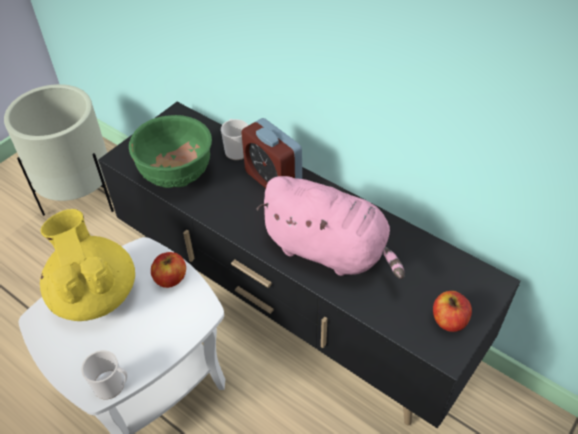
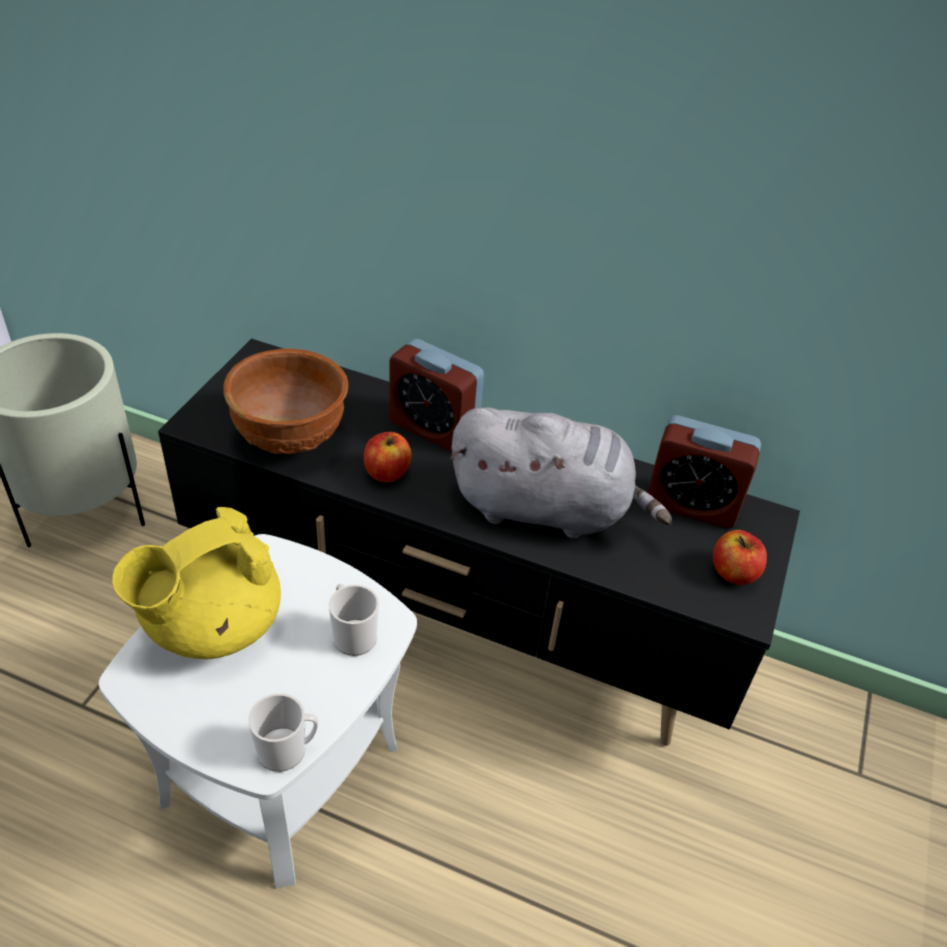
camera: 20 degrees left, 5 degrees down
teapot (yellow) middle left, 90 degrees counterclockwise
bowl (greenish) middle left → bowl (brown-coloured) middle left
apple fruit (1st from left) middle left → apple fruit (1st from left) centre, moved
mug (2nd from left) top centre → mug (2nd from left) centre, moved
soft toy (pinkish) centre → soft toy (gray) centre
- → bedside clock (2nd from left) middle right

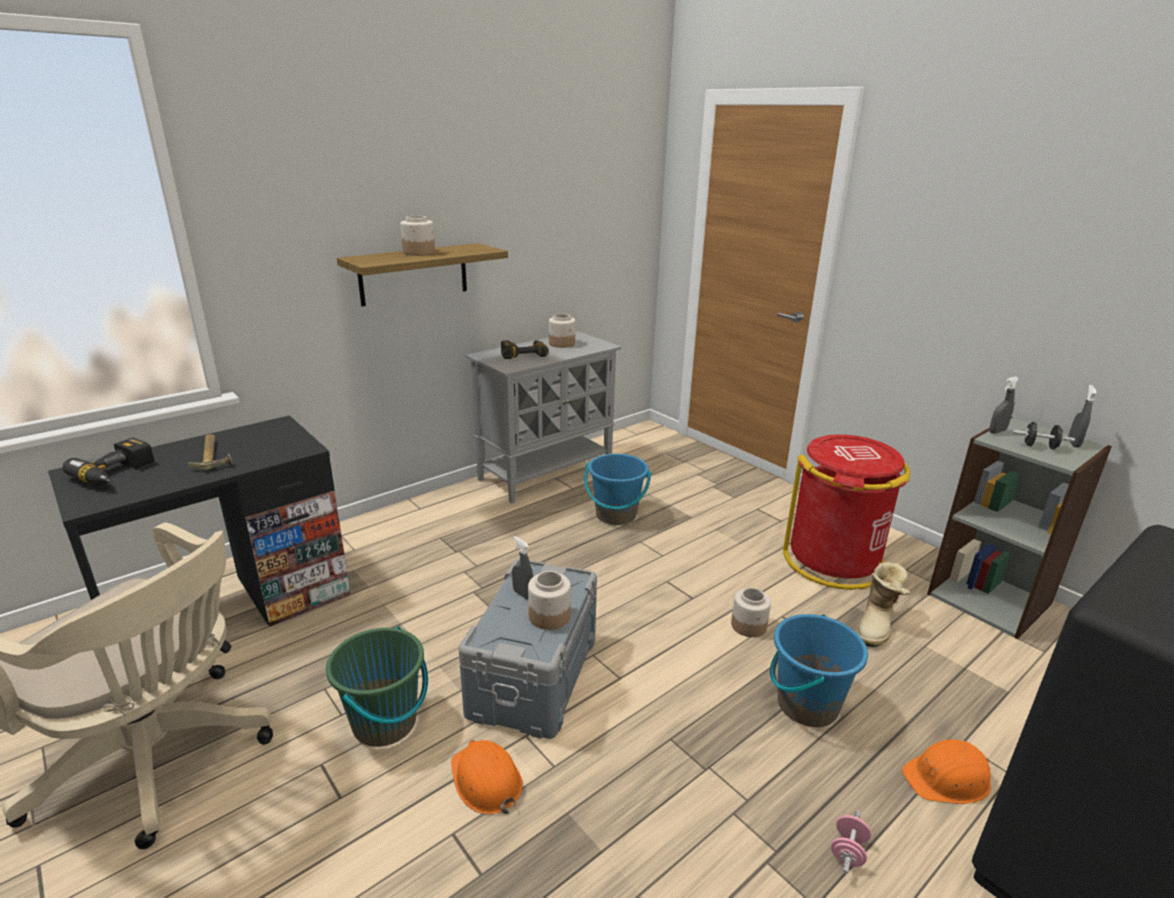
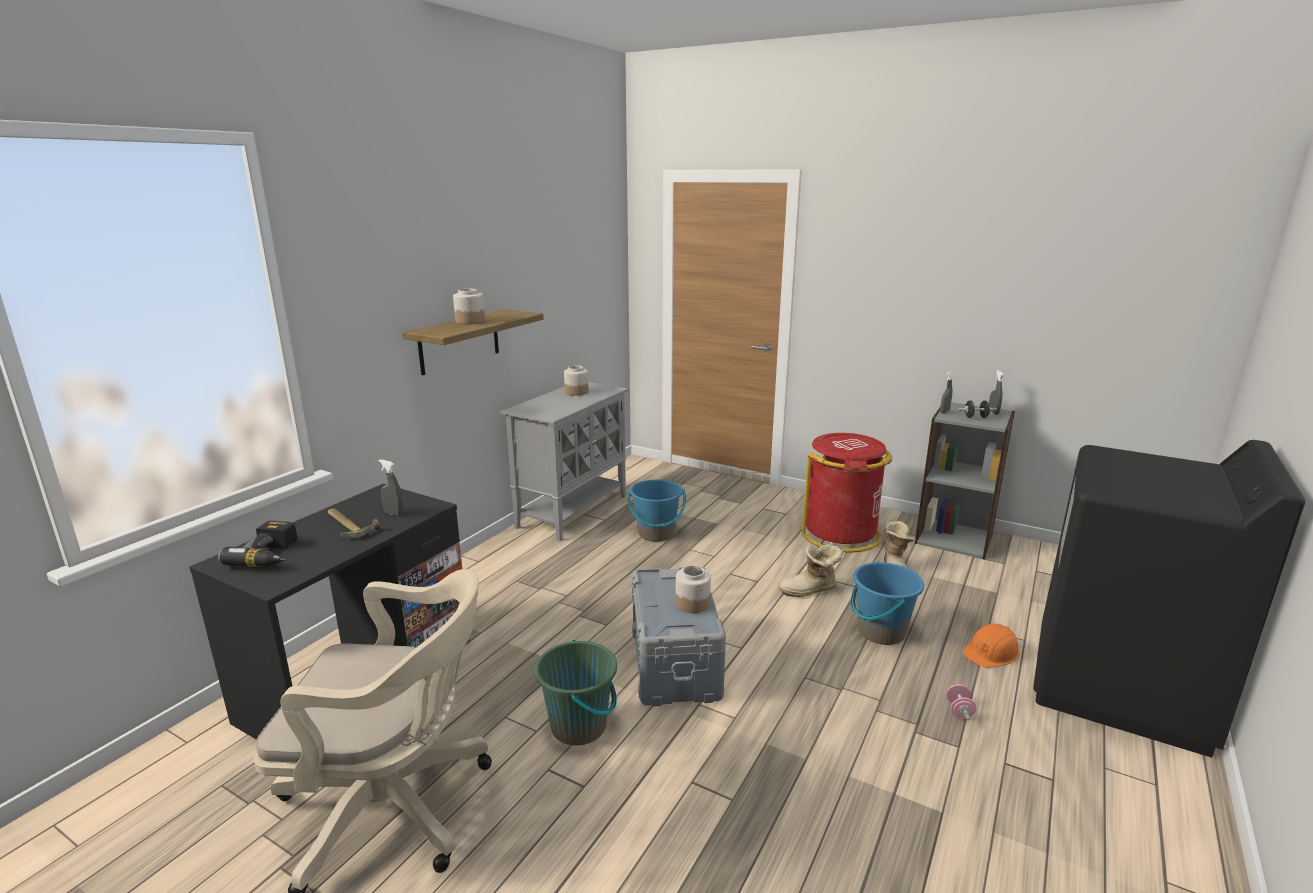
camera: 20 degrees left, 5 degrees down
safety helmet (orange-coloured) (1st from left) bottom centre → -
power drill (2nd from left) centre → -
sprayer (gray) (1st from left) centre → sprayer (gray) (1st from left) middle left, moved
storage jar (4th from left) bottom centre → high-top boot (1st from left) centre

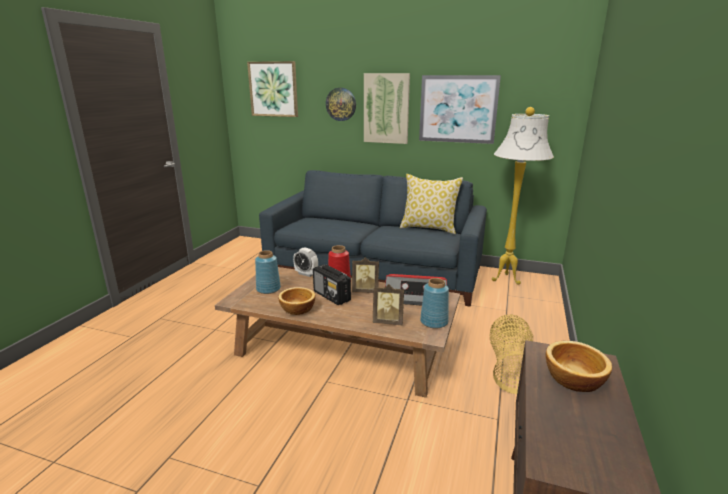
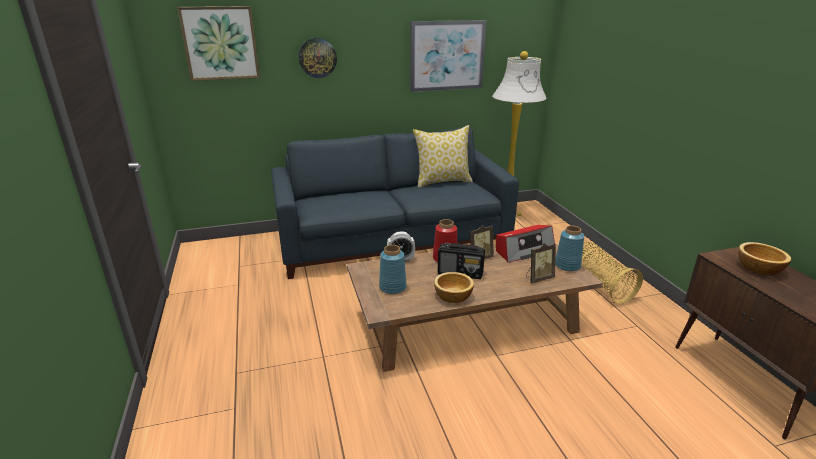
camera: 35 degrees left, 5 degrees up
wall picture (2nd from left) top centre → -

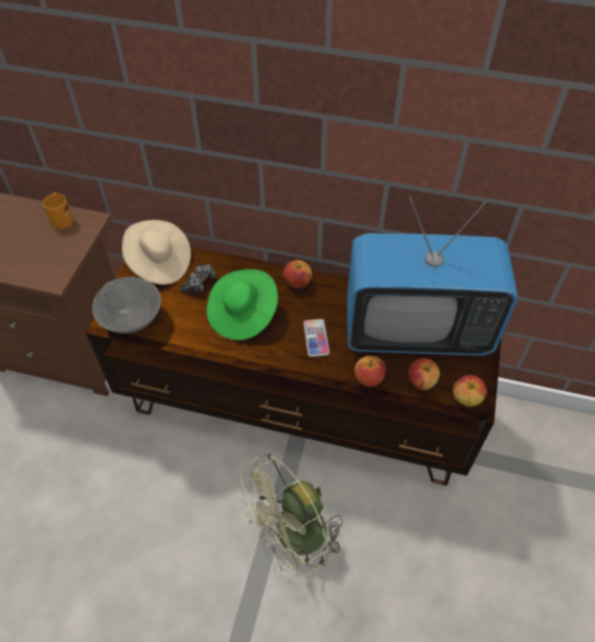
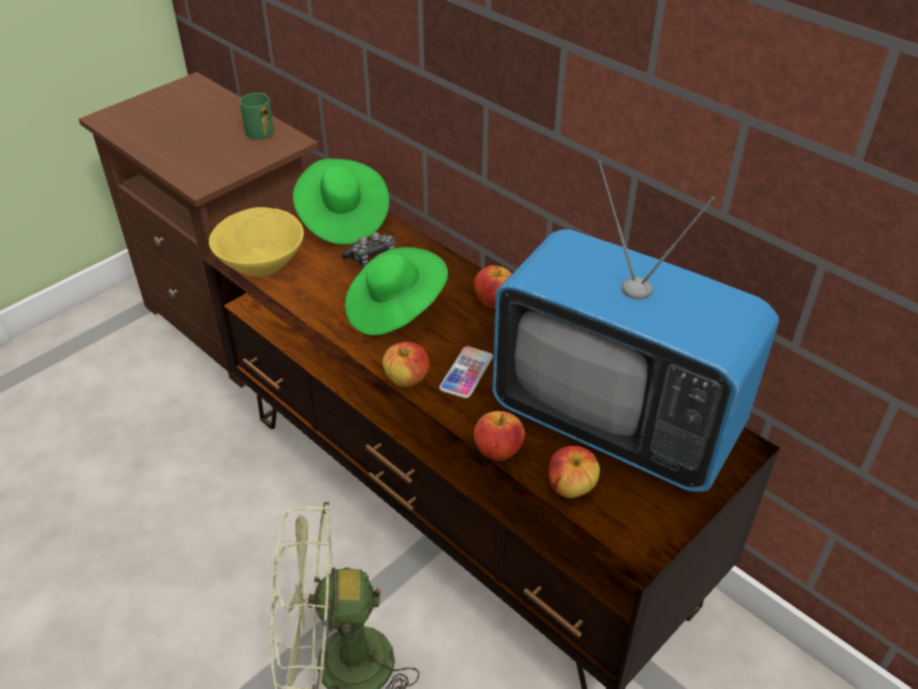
camera: 30 degrees right, 10 degrees down
mug (orange-coloured) top left → mug (greenish) top left
bowl (gray) middle left → bowl (yellow) middle left
hat (beige) middle left → hat (greenish) (1st from left) top centre
apple fruit (4th from left in the first image) middle right → apple fruit (1st from left) centre, moved

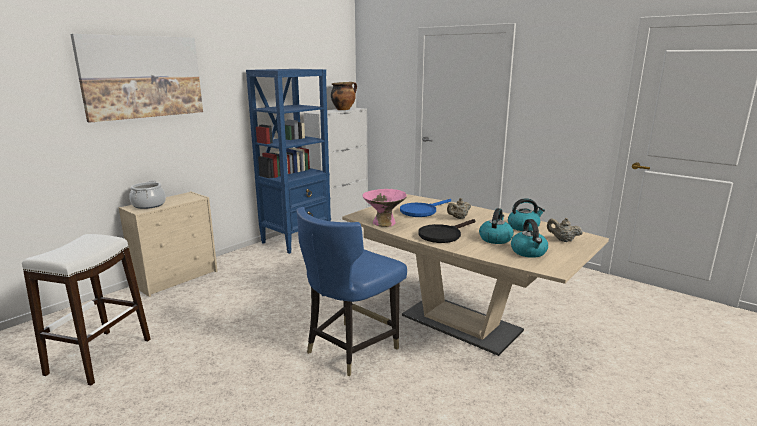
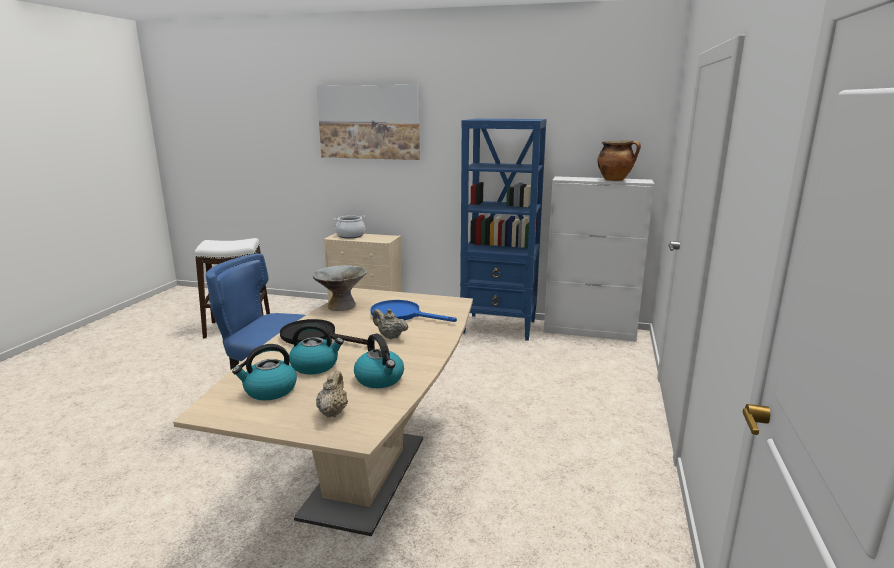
camera: 65 degrees right, 0 degrees up
bowl (pinkish) centre → bowl (gray) centre

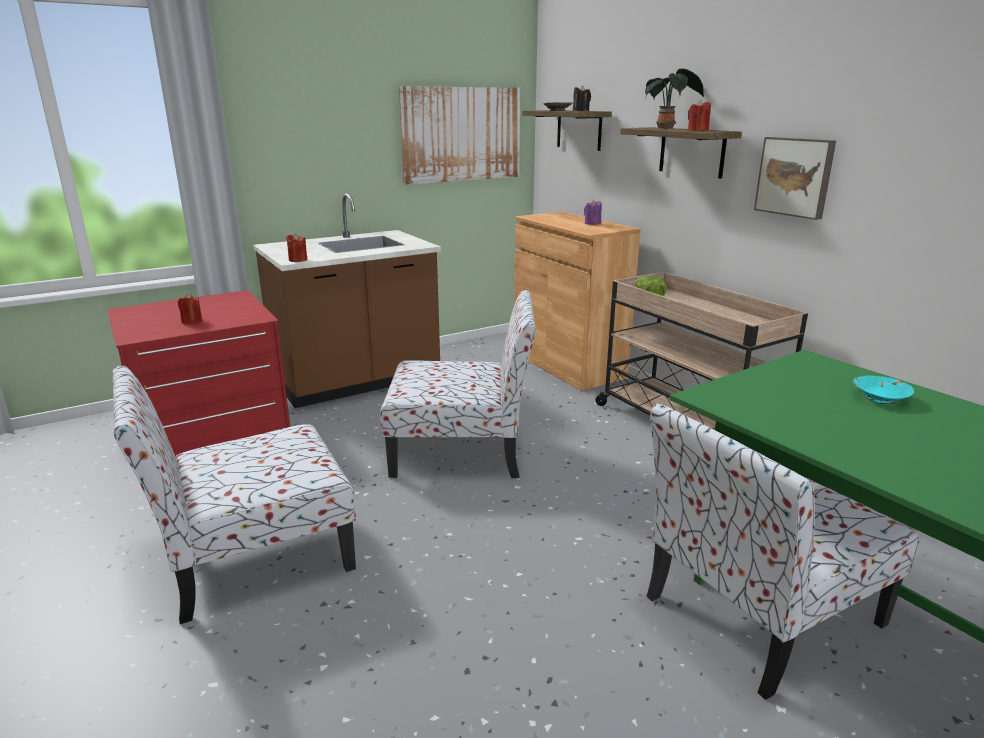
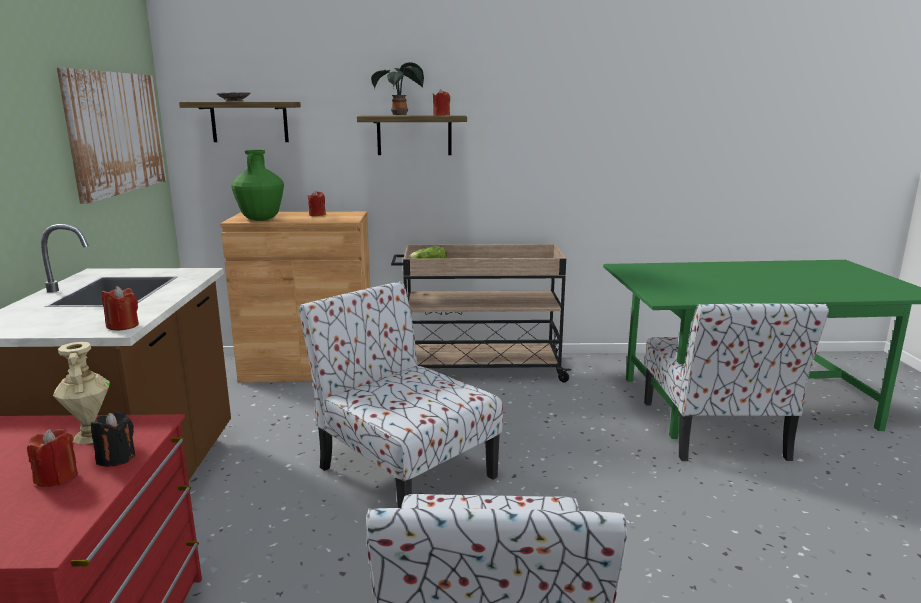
camera: 60 degrees left, 5 degrees down
upright chair (2nd from left in the first image) centre → upright chair (1st from left) centre, 75 degrees counterclockwise
wax light (black) top centre → wax light (black) bottom left, moved
wax light (purple-coloured) top centre → wax light (red) (3rd from left) centre
wall picture (2nd from left) top right → -
bowl (turquoise) middle right → -
- → decorative vase (beige) middle left
- → decorative vase (greenish) top left

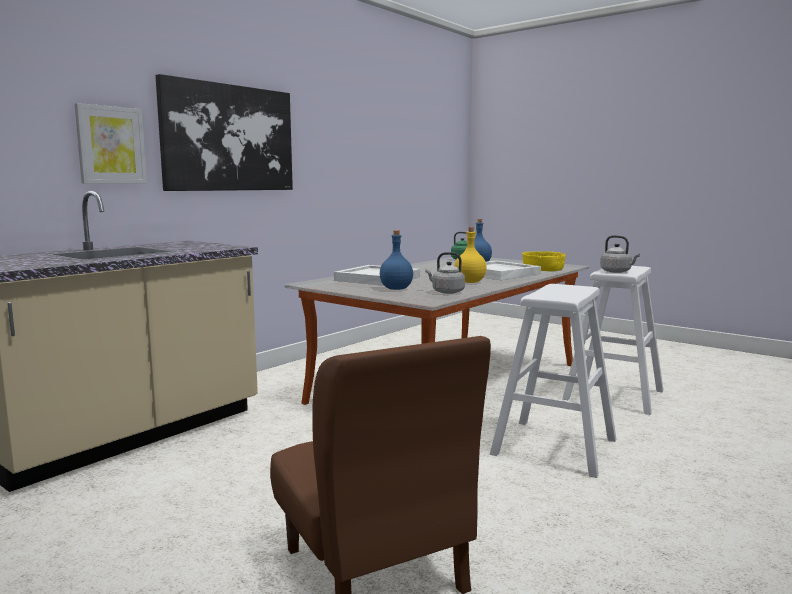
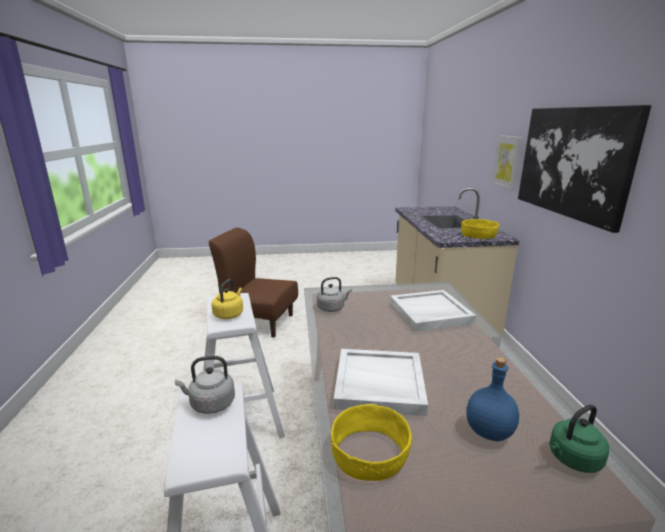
camera: 135 degrees right, 10 degrees up
drink bottle (blue-coloured) (1st from left) centre → -
drink bottle (yellow) centre → -
- → tea kettle (yellow) centre
- → bowl (yellow) (2nd from left) middle right

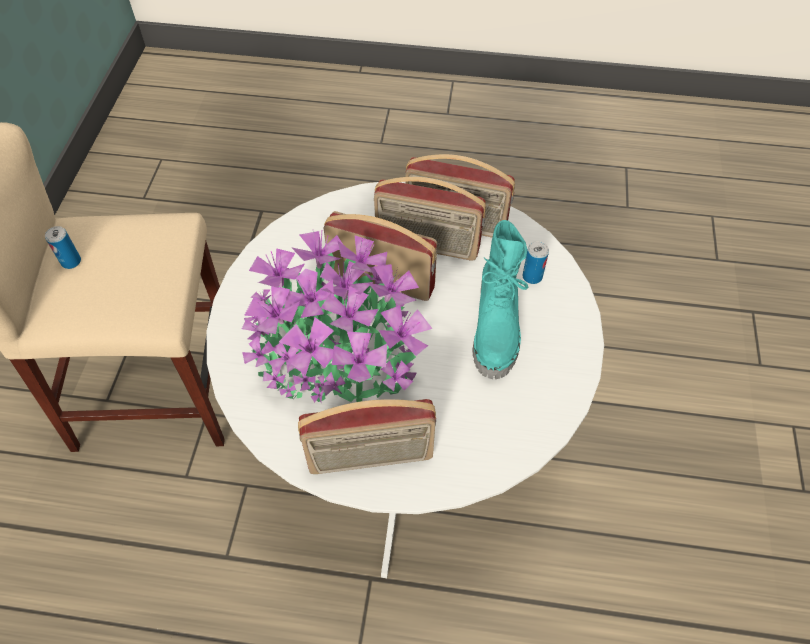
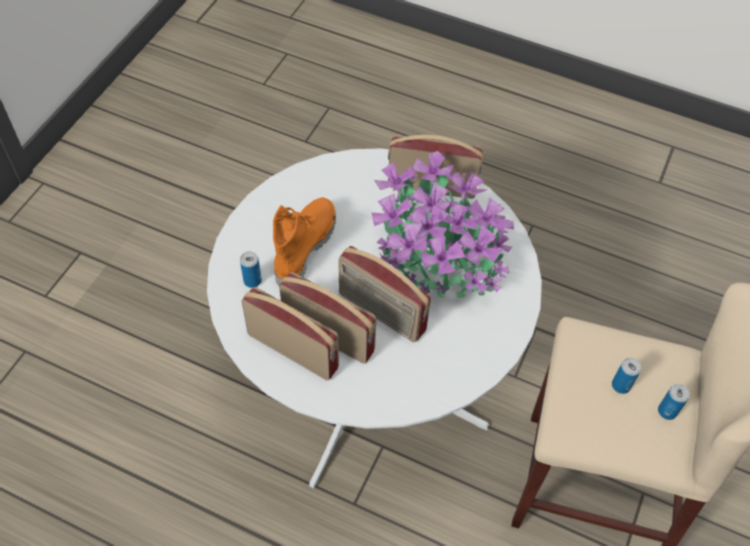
camera: 165 degrees left, 0 degrees up
high-top boot (turquoise) centre → high-top boot (orange-coloured) centre
- → metal can (2nd from left) bottom right

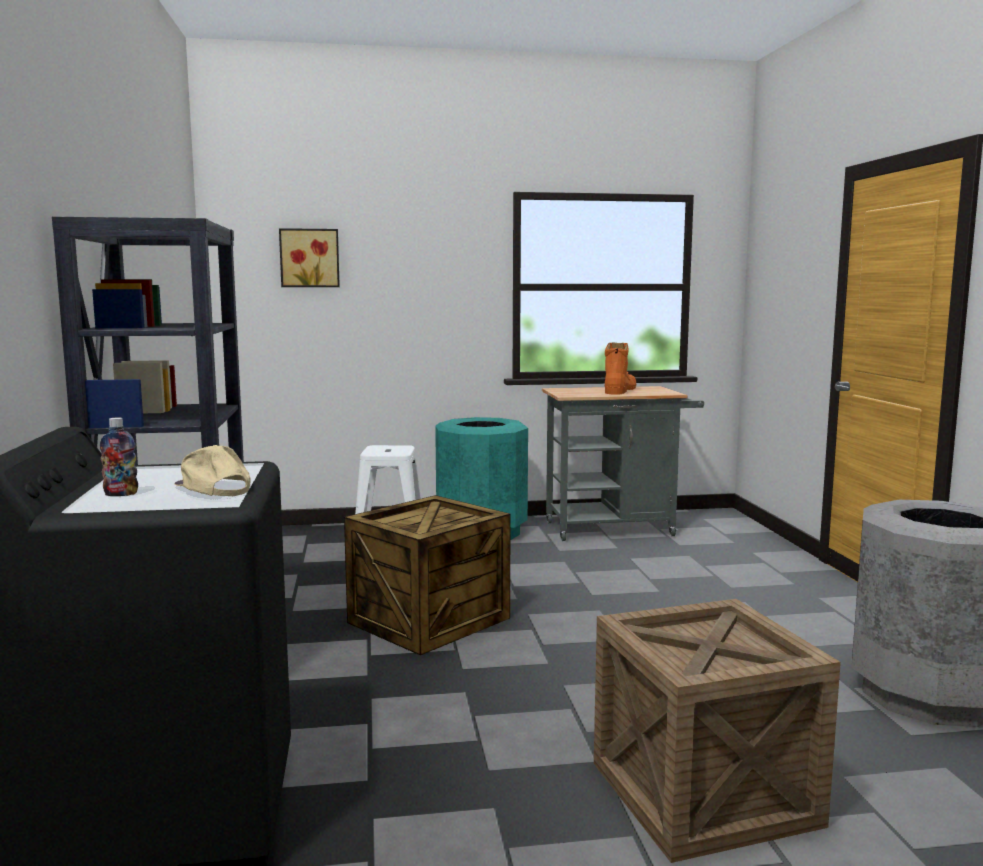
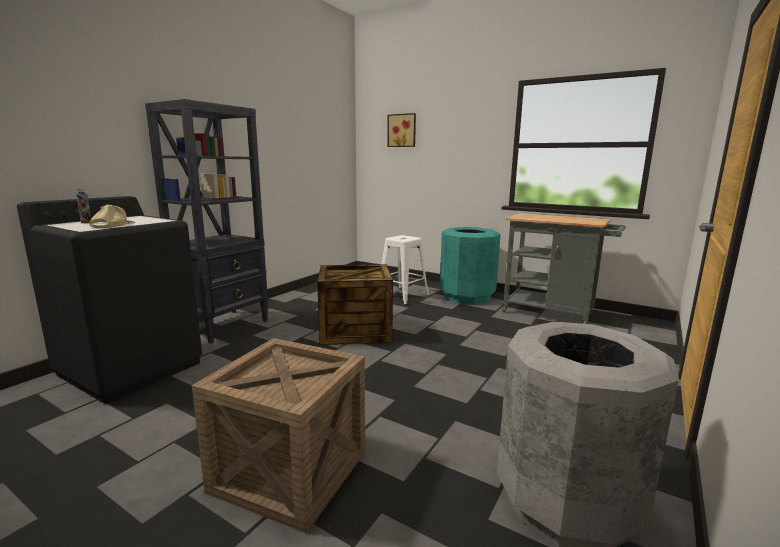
camera: 40 degrees right, 5 degrees up
high-top boot (orange-coloured) centre → -

